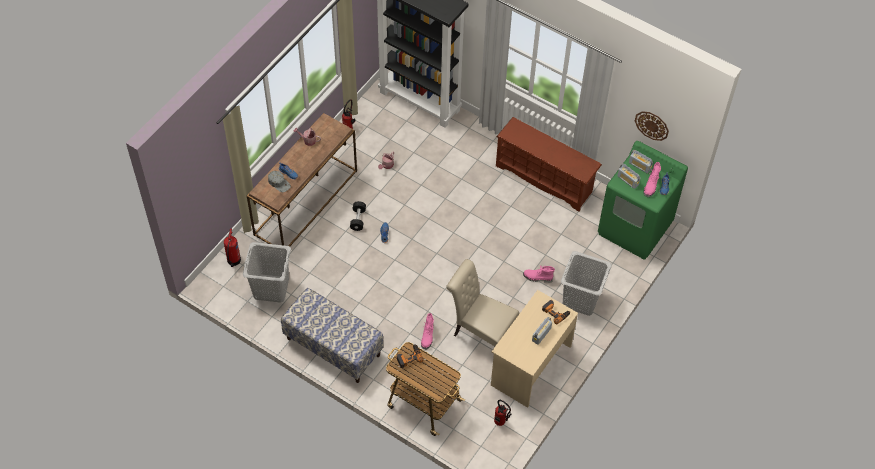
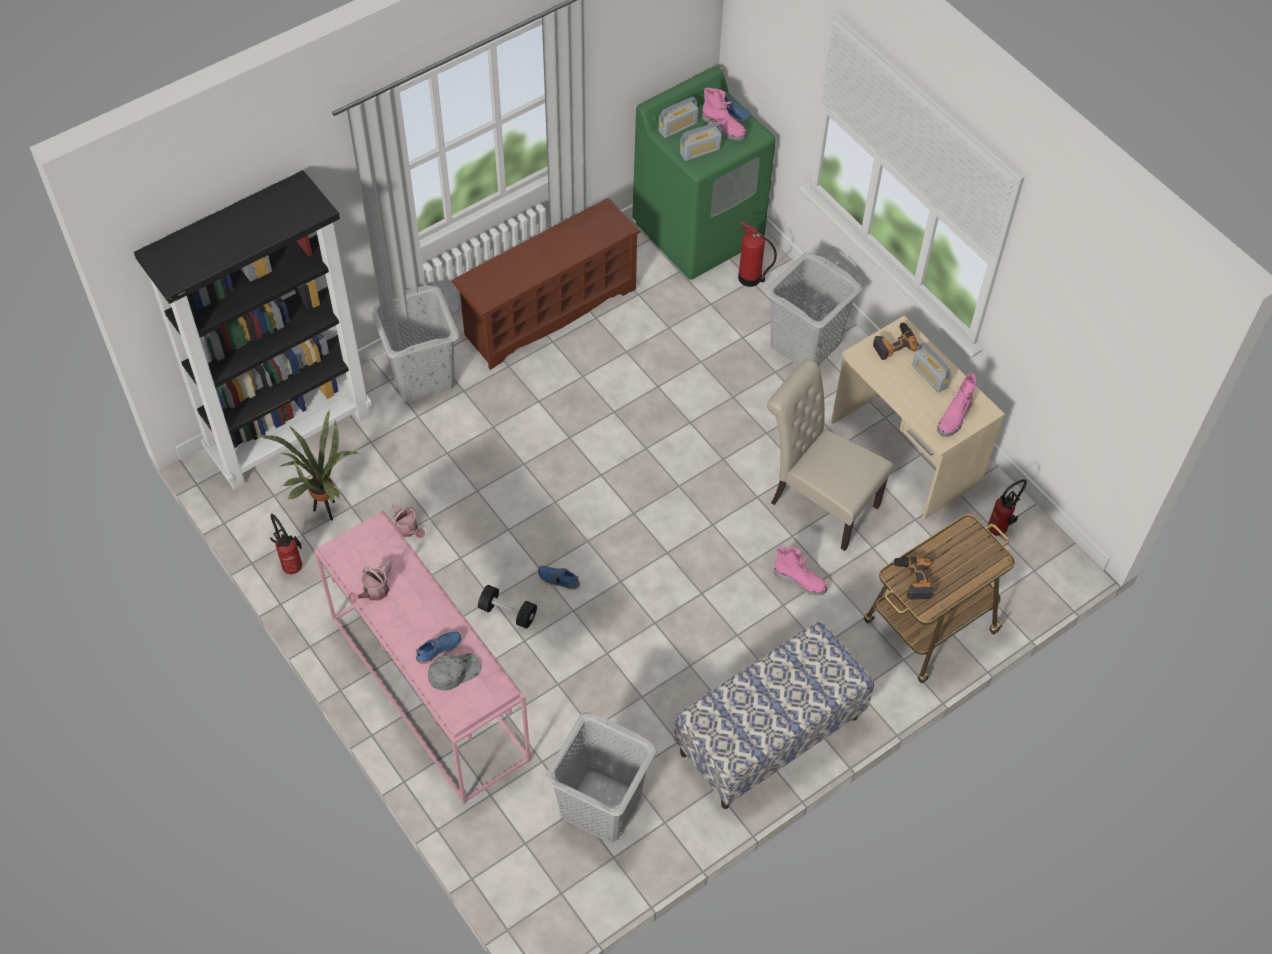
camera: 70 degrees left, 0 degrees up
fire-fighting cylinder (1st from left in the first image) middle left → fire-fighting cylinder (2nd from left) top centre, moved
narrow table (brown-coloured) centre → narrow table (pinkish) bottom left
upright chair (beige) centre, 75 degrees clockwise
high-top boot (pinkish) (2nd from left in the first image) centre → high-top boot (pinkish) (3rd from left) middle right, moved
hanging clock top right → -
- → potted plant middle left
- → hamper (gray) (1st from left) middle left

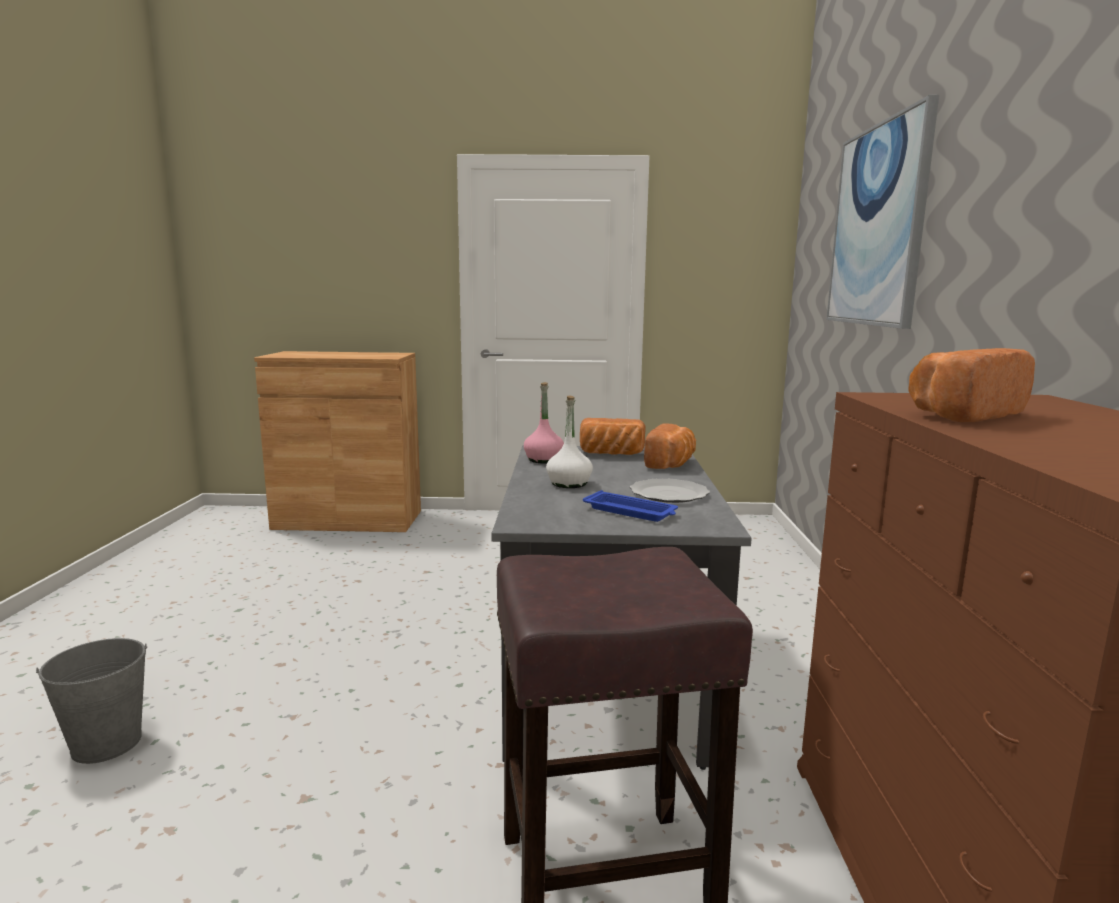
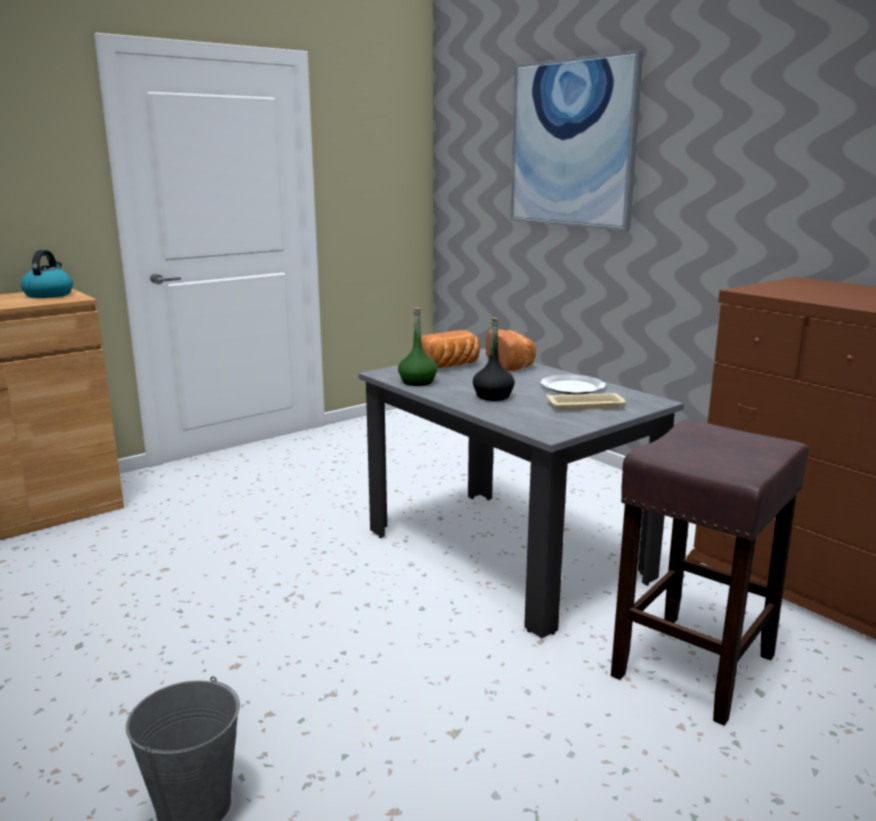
camera: 40 degrees left, 5 degrees up
drink bottle (pinkish) centre → drink bottle (greenish) centre
drink bottle (white-coloured) centre → drink bottle (black) centre
carrying tray (blue-coloured) centre → carrying tray (beige) middle right
baked bread (3rd from left) middle right → -
- → tea kettle middle left

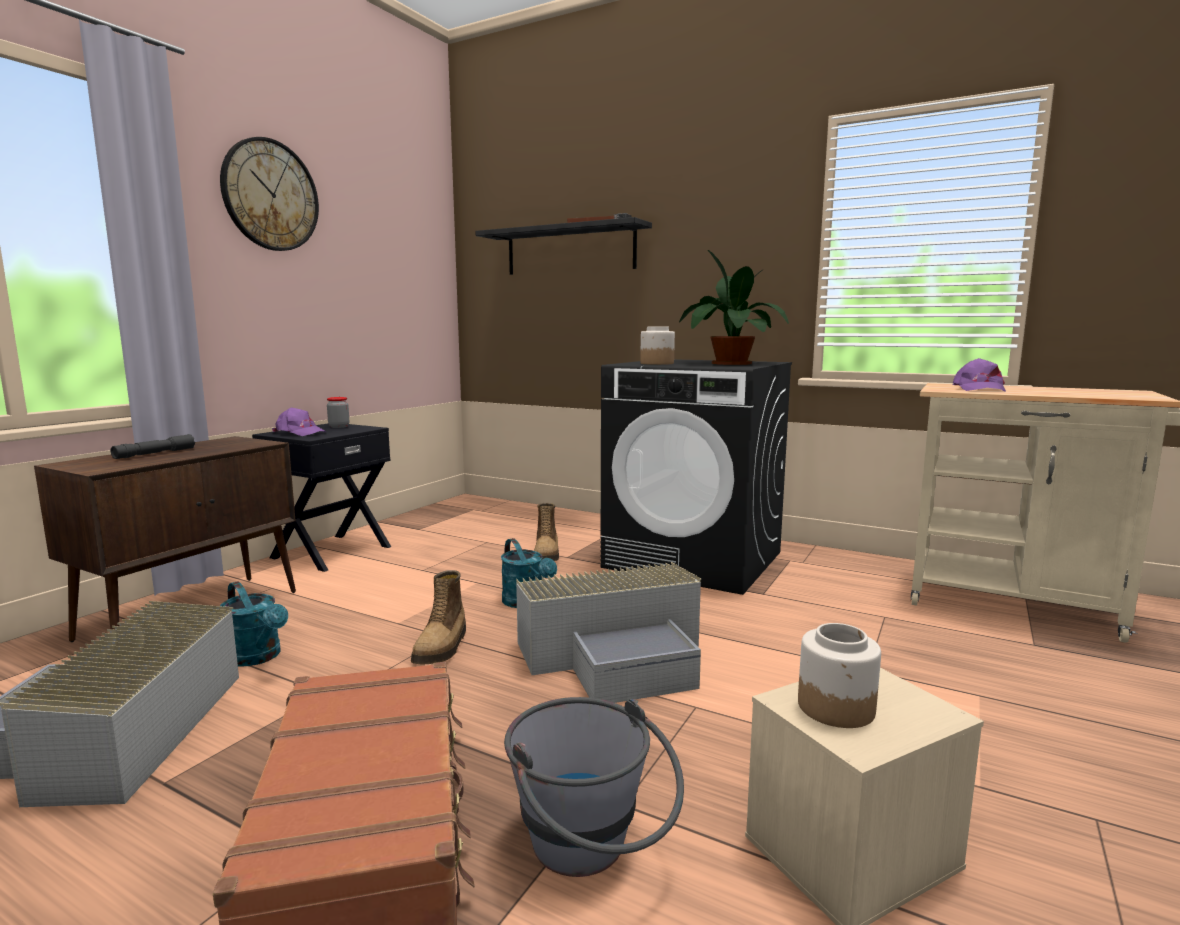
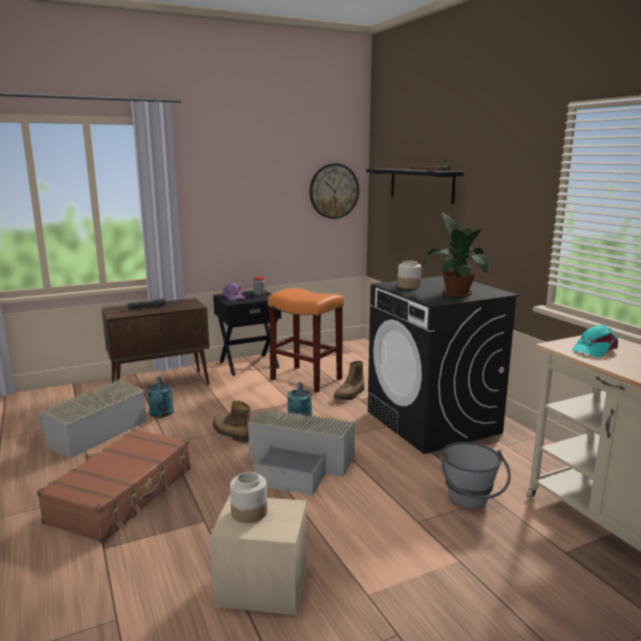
camera: 35 degrees right, 5 degrees up
hanging clock top left → hanging clock top centre, moved
high-top boot (1st from left) bottom centre → high-top boot (1st from left) centre, 90 degrees clockwise
pail (gray) bottom centre → pail (gray) bottom right, moved
cap (purple-coloured) (2nd from left) middle right → cap (turquoise) middle right
- → sitting stool (orange-coloured) centre

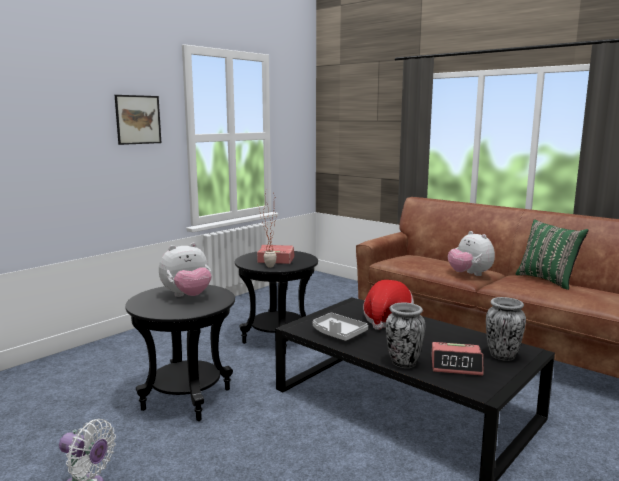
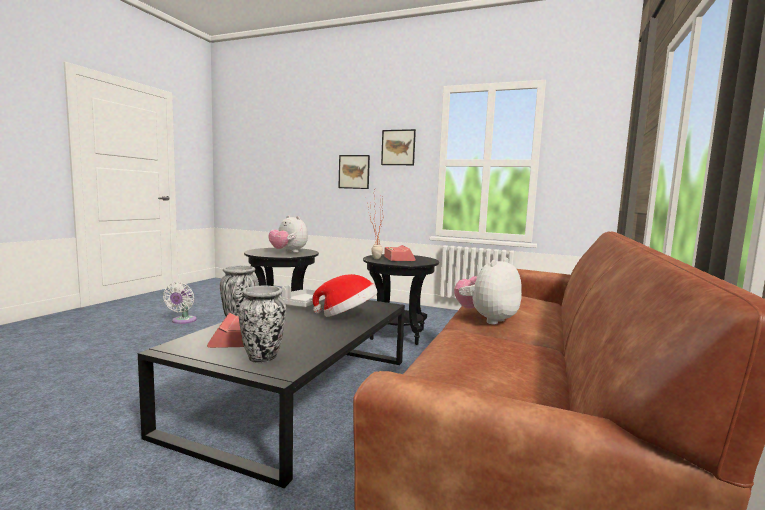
camera: 70 degrees right, 5 degrees down
cushion (greenish) middle right → -
- → wall picture (1st from left) centre

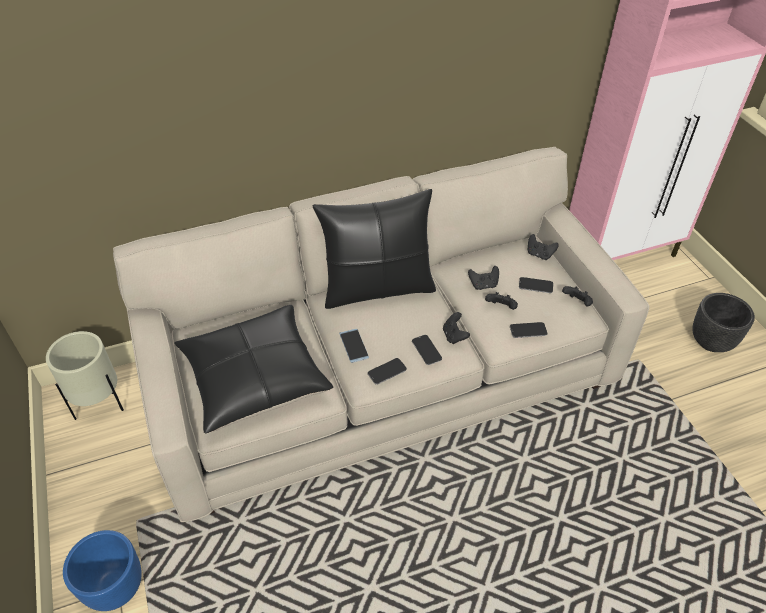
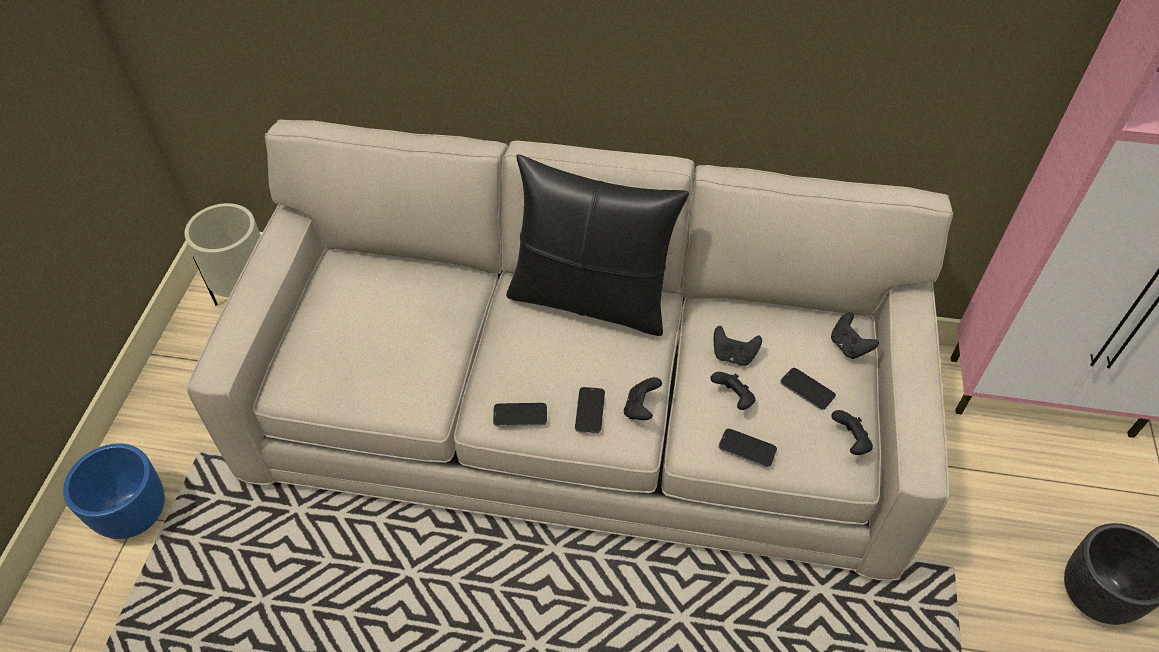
camera: 30 degrees right, 5 degrees up
cushion (black) (1st from left) middle left → -
handset (1st from left) centre → -

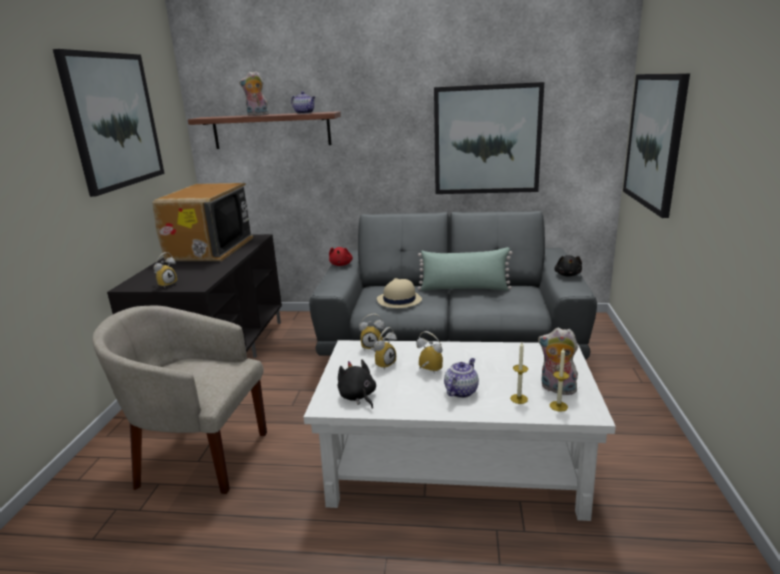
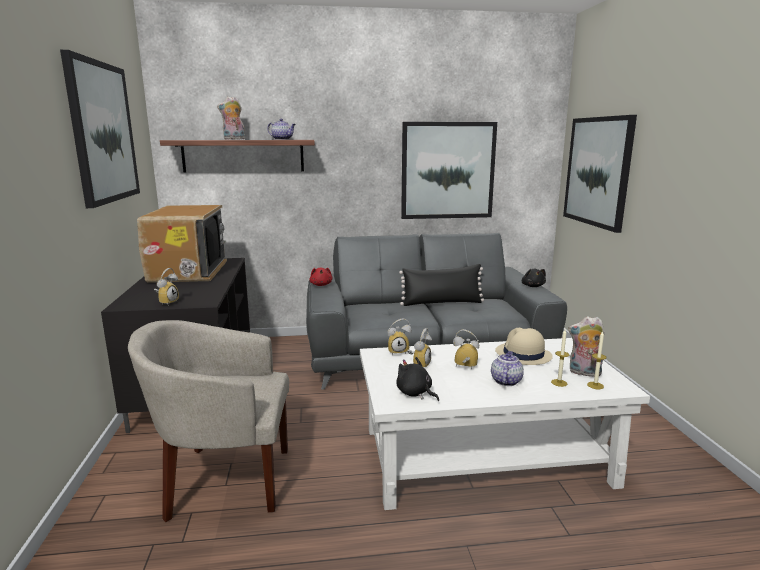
camera: 15 degrees left, 5 degrees down
hat (beige) centre → hat (beige) middle right, moved
cushion (greenish) centre → cushion (black) centre

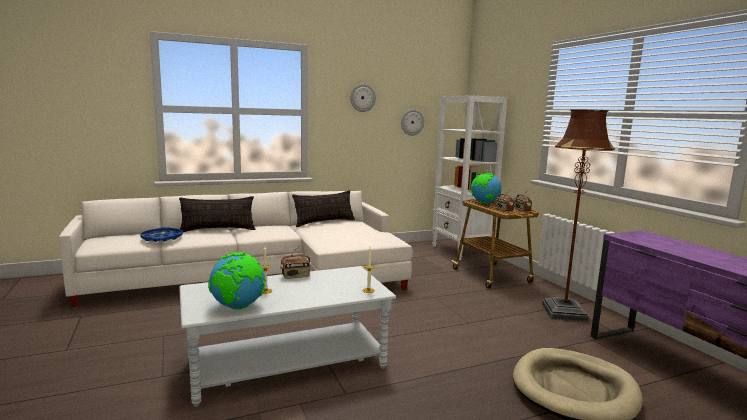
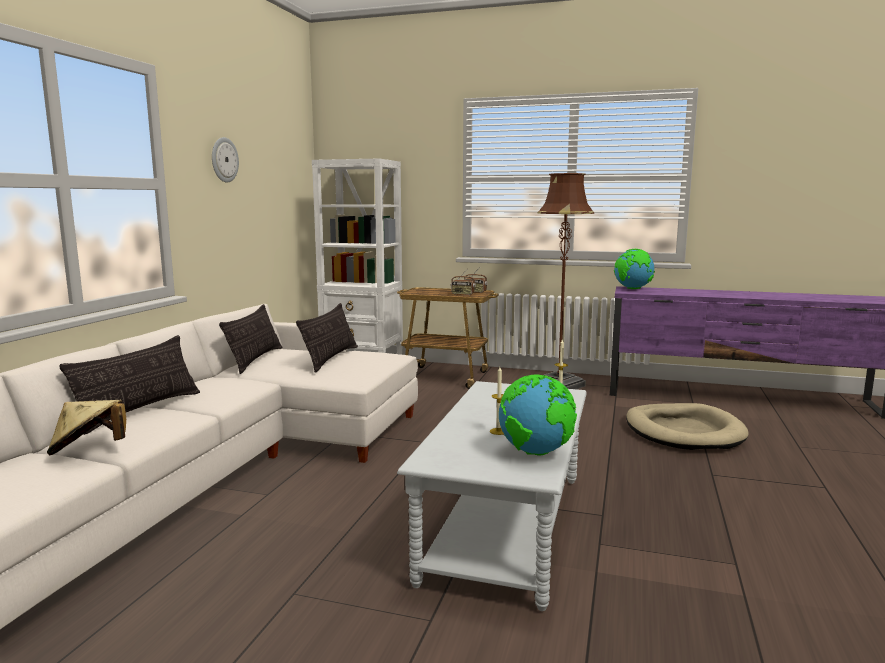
camera: 50 degrees left, 0 degrees up
carrying tray (blue-coloured) middle left → hat (beige) middle left
radio receiver (1st from left) centre → -
hanging clock (2nd from left) top centre → -
world globe (2nd from left) centre → world globe (2nd from left) middle right, moved
- → cushion (3rd from left) centre

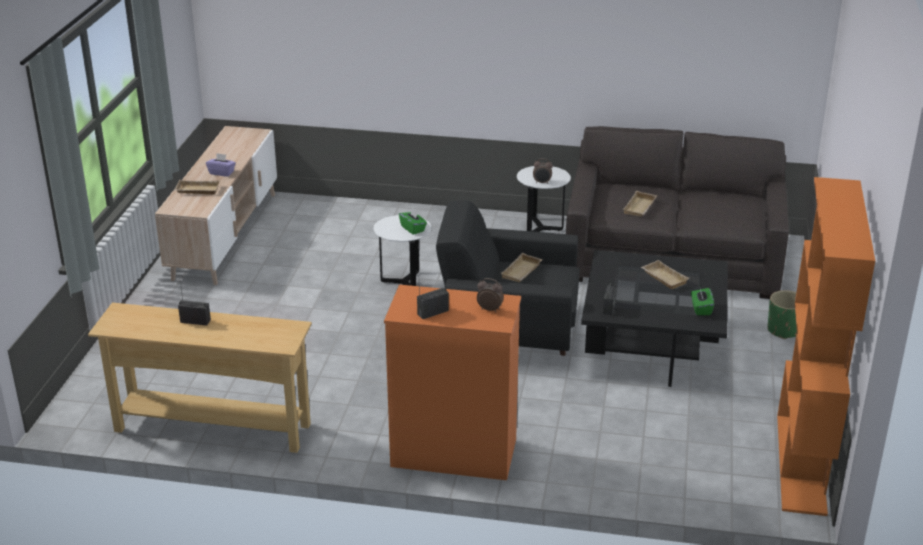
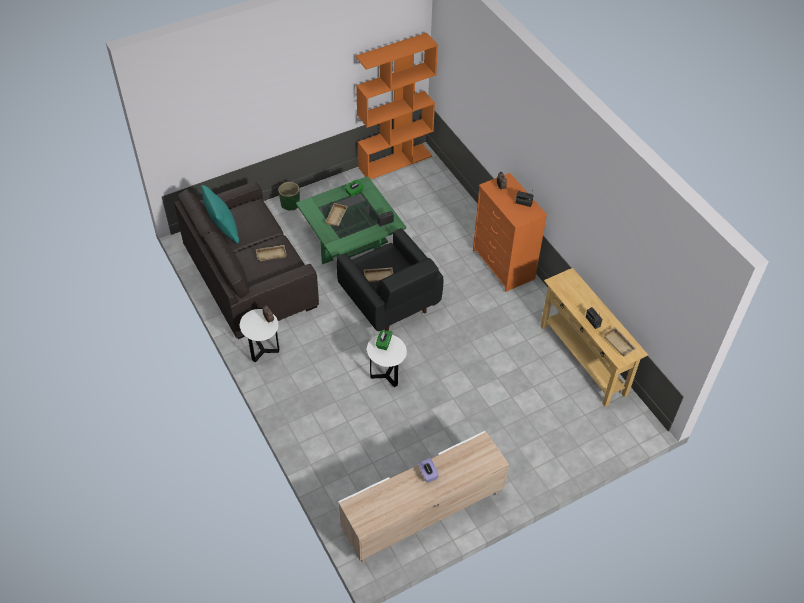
camera: 130 degrees left, 20 degrees up
carrying tray (beige) (1st from left in the first image) middle left → carrying tray (beige) (4th from left) middle right, moved
lounge table (black) middle right → lounge table (greenish) centre
- → cushion (turquoise) middle left

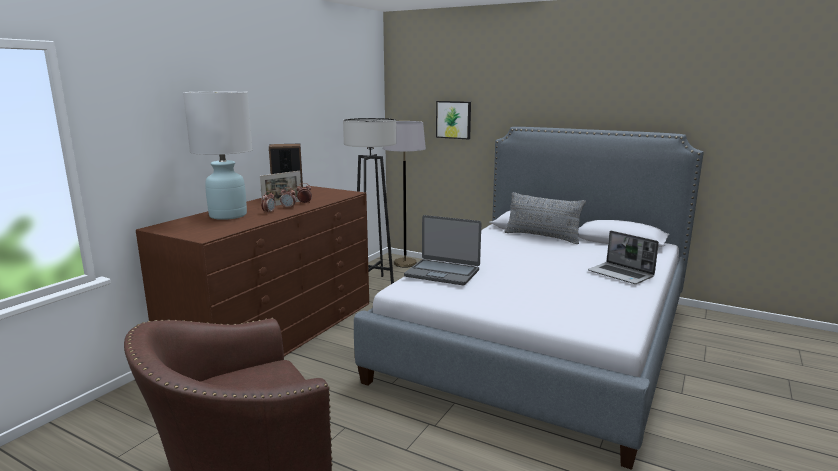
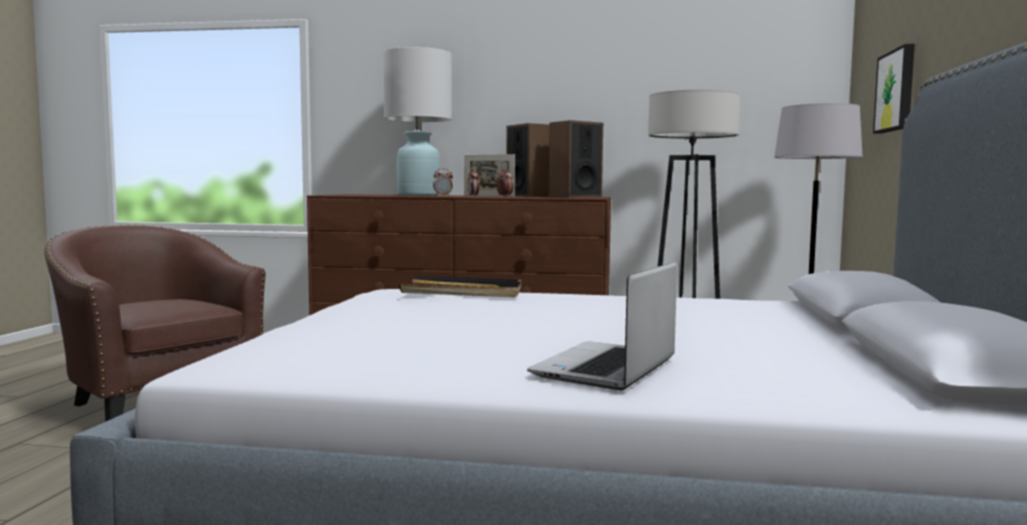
camera: 70 degrees right, 10 degrees down
laptop (1st from left) centre → carrying tray (black) centre
cushion (gray) centre → -
- → loudspeaker (2nd from left) top centre

